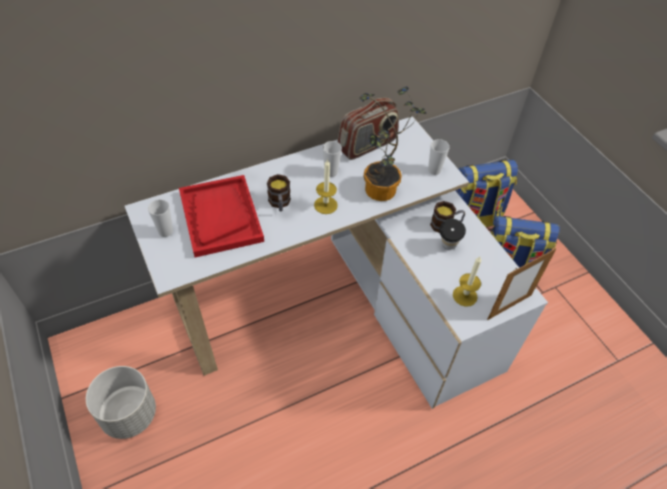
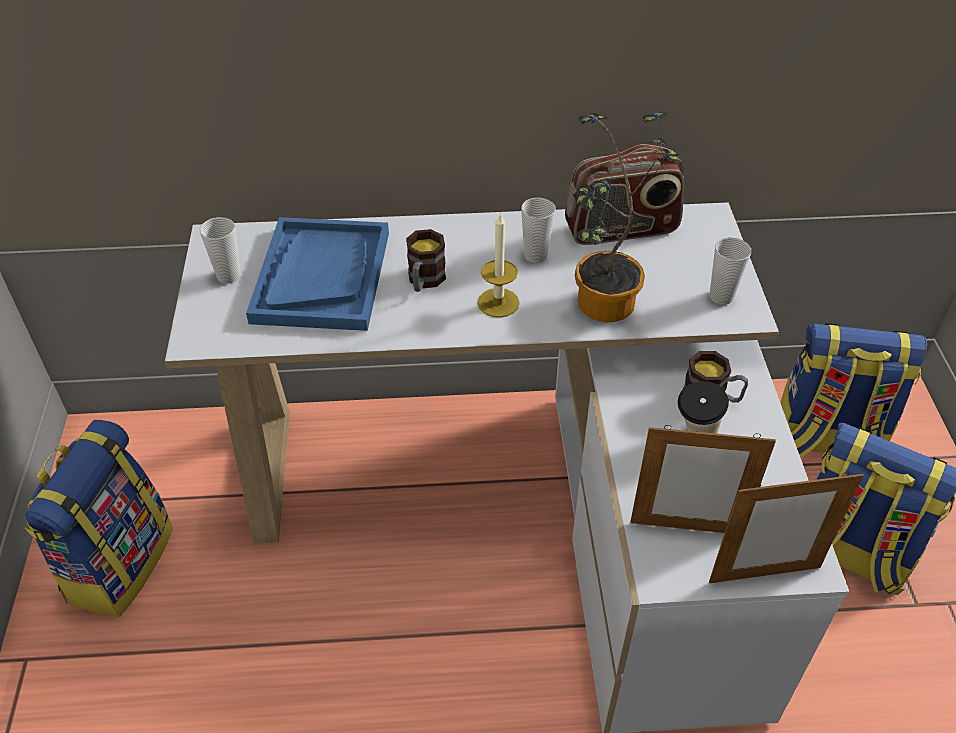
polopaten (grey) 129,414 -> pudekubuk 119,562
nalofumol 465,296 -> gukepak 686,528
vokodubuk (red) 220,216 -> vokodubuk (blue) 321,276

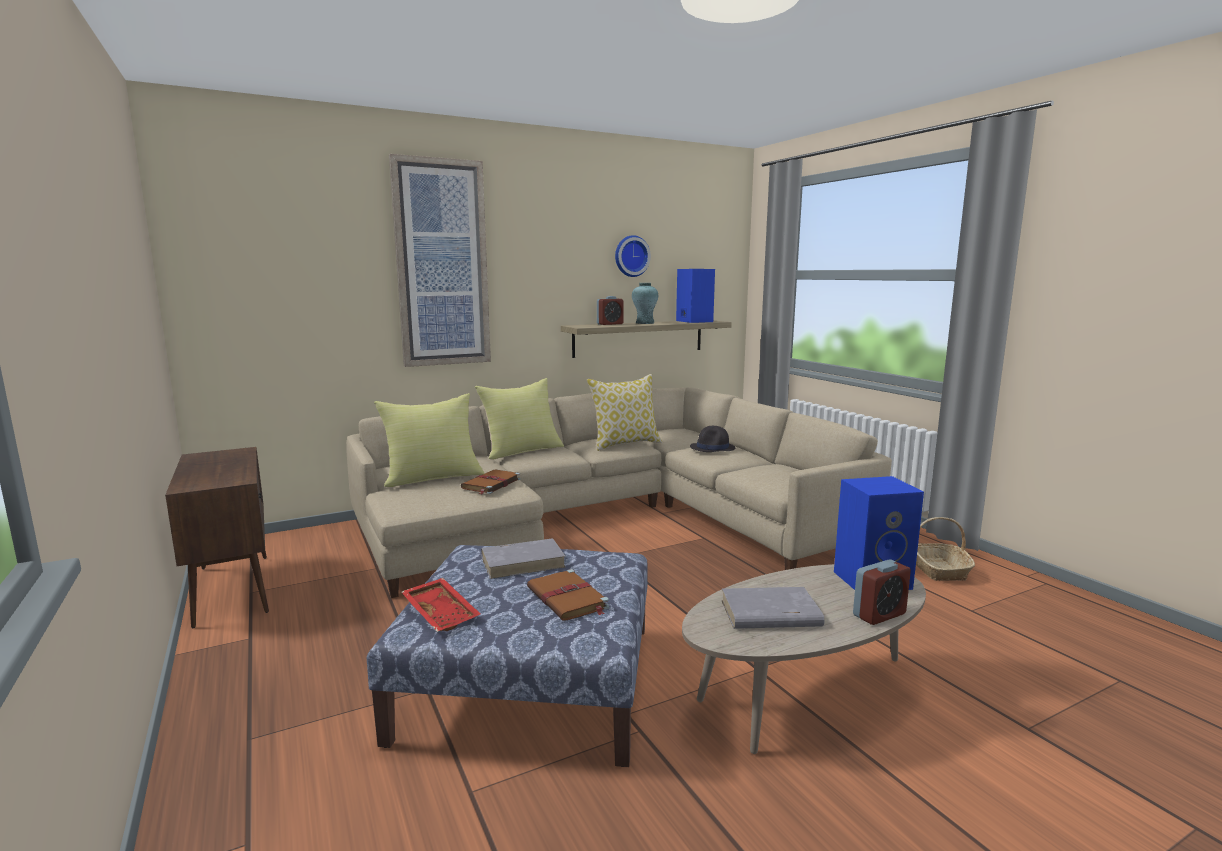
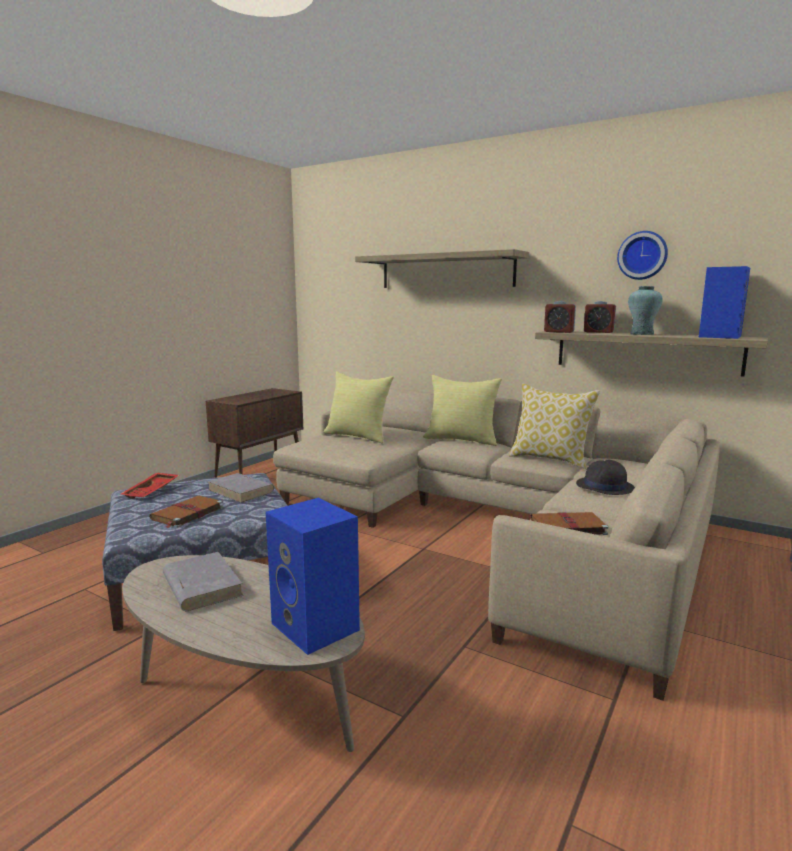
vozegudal 937,569 -> none
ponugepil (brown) 490,484 -> ponugepil (brown) 566,527, moved
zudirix 879,614 -> zudirix 558,332, moved
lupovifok 442,264 -> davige 446,271

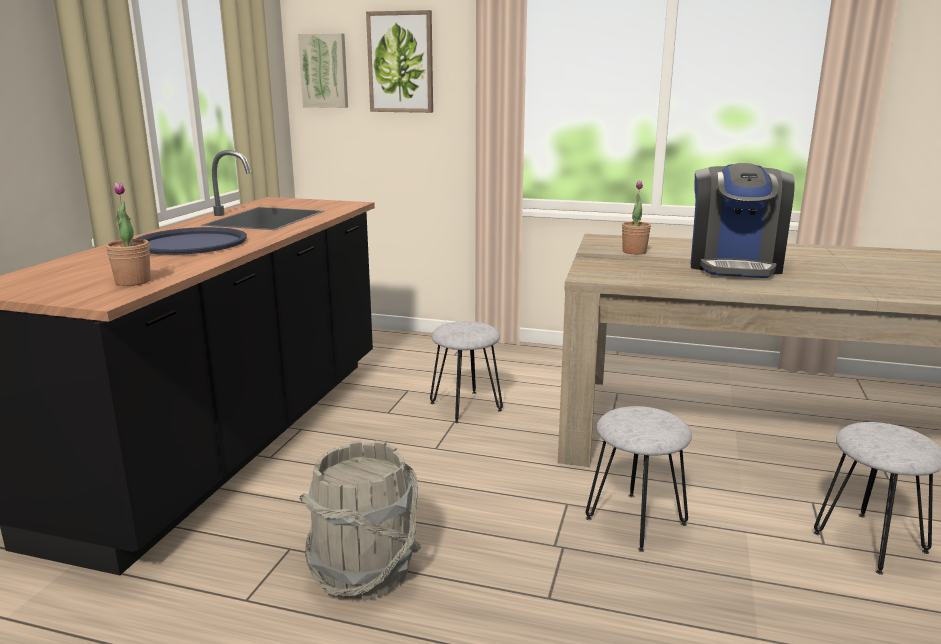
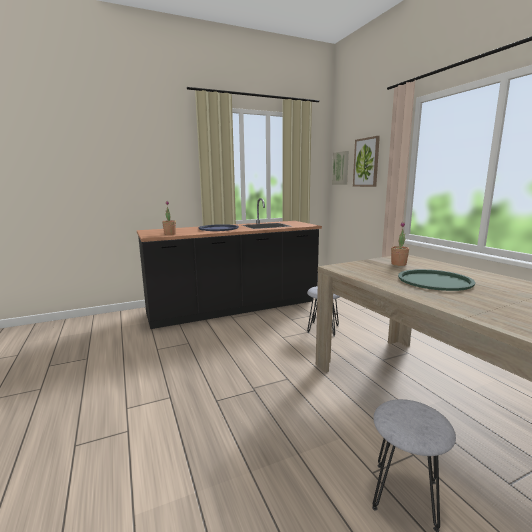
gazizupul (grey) 365,571 -> none
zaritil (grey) 635,521 -> none
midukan 734,265 -> vokodubuk (green) 434,281

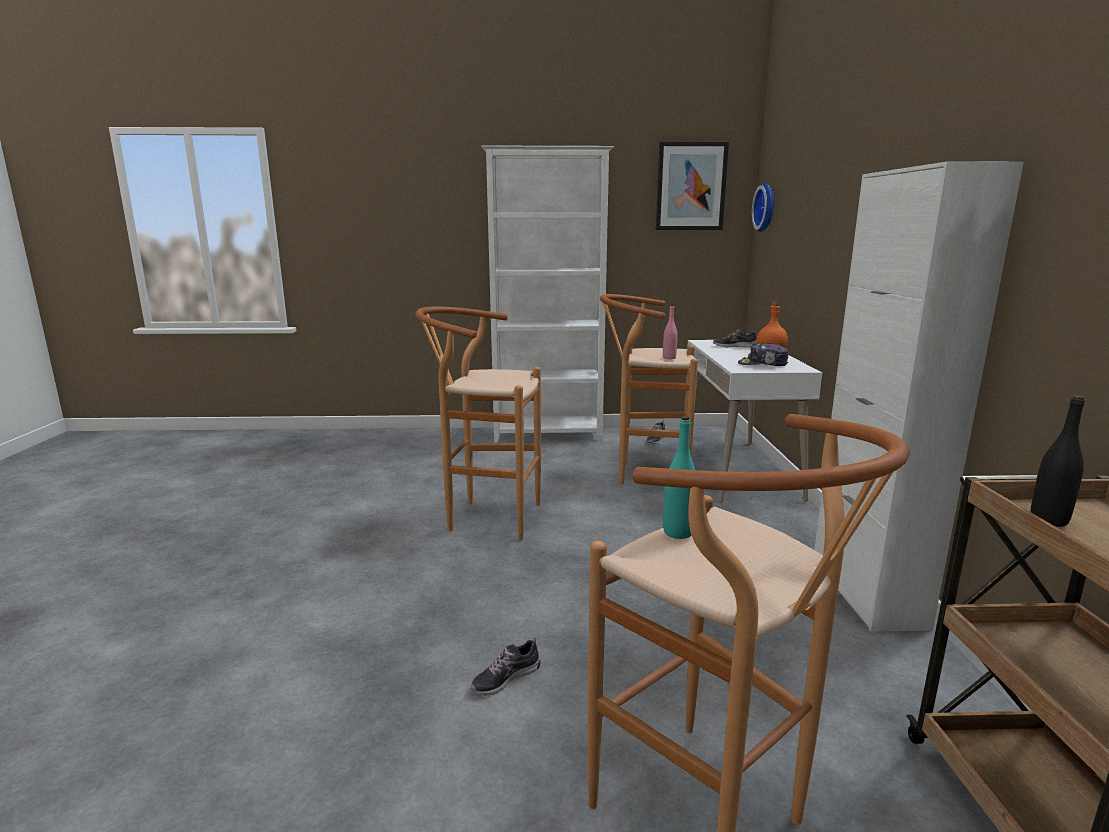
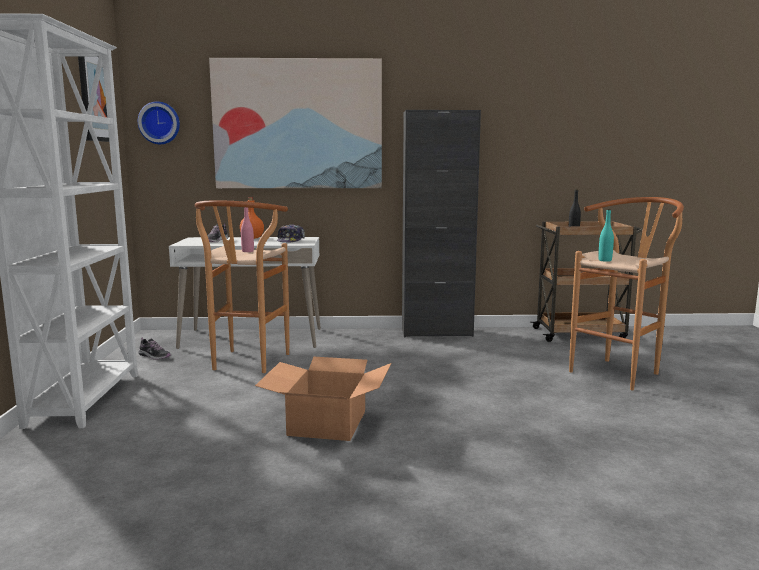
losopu 505,678 -> none
none -> lupovifok 298,124
zaritil (brown) 485,517 -> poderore 326,423
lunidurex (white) 867,592 -> lunidurex (black) 437,332

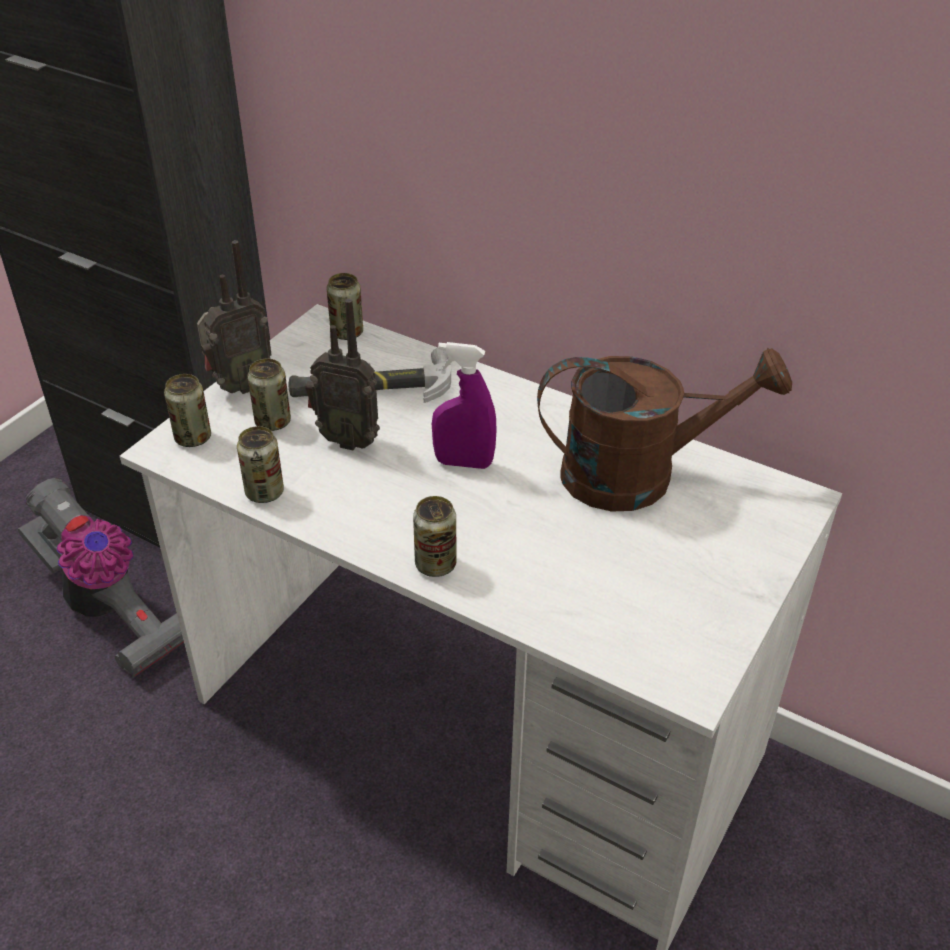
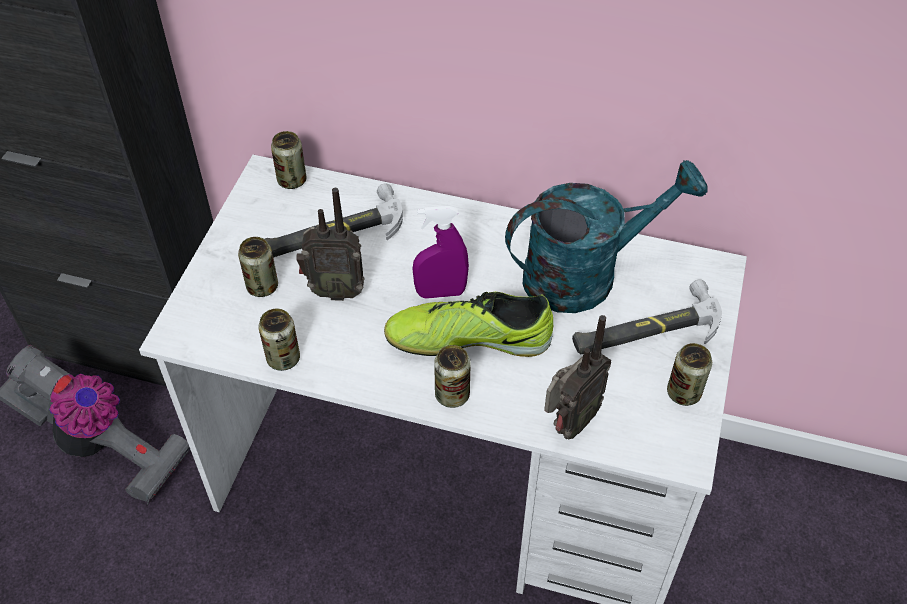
none -> losopu 469,339
none -> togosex 645,329
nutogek 193,438 -> nutogek 683,393, moved
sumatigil 239,386 -> sumatigil 569,424, moved
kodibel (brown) 638,475 -> kodibel (turquoise) 586,273

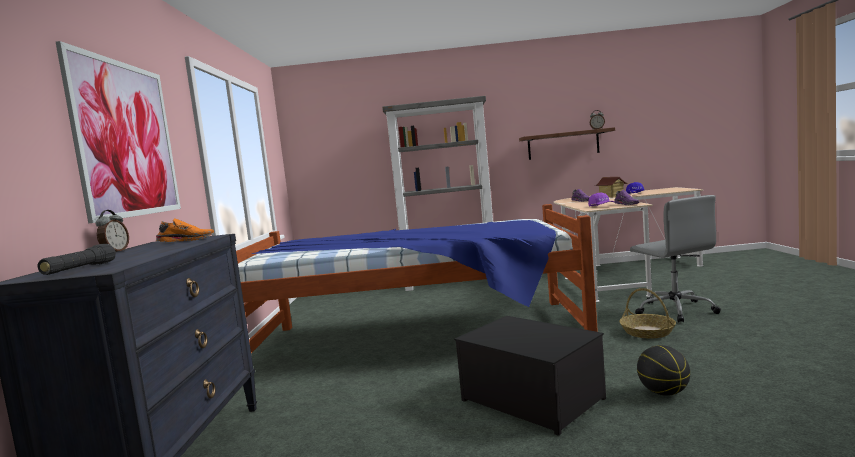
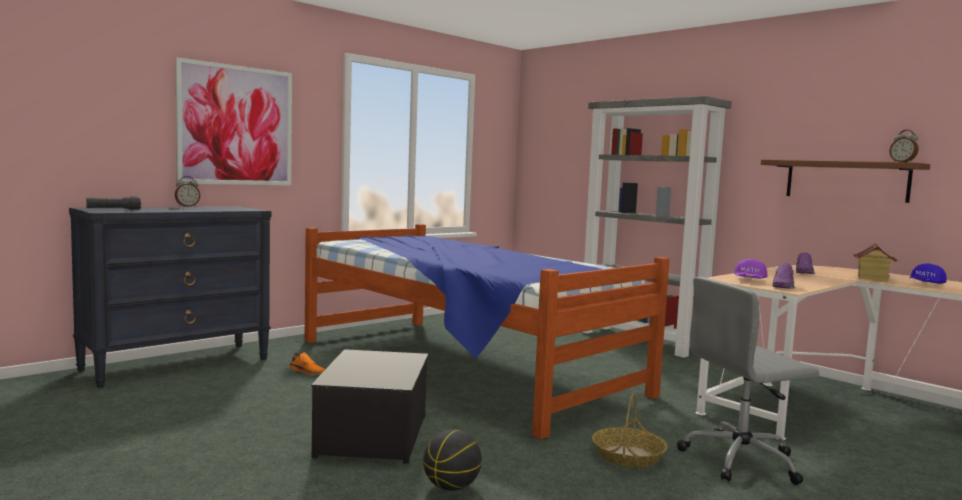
losopu (orange) 186,240 -> losopu (orange) 308,372, moved
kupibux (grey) 674,310 -> kupibux (grey) 742,460, 45 degrees clockwise

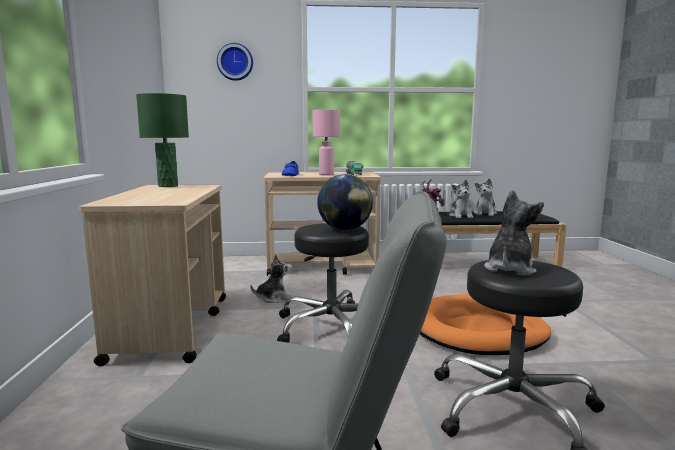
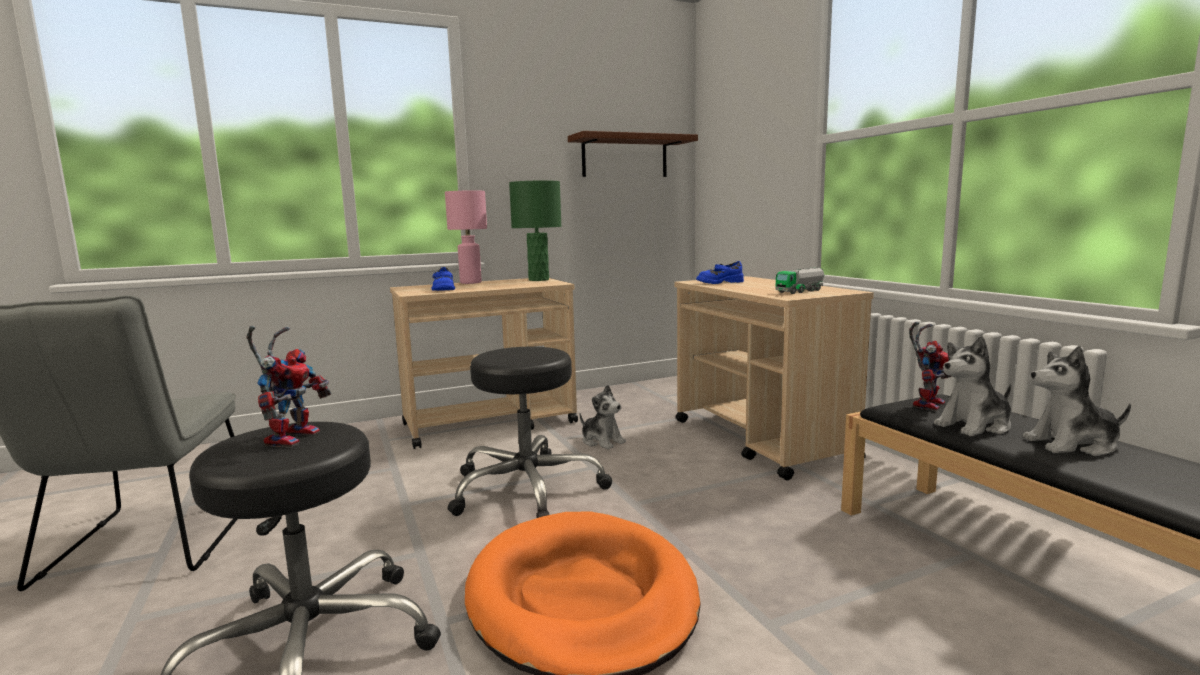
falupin 235,62 -> none
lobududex 345,230 -> none
none -> losopu (blue) 443,289
none -> davige (brown) 625,157
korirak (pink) 326,174 -> korirak (pink) 470,283, moved
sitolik 509,269 -> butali 292,436

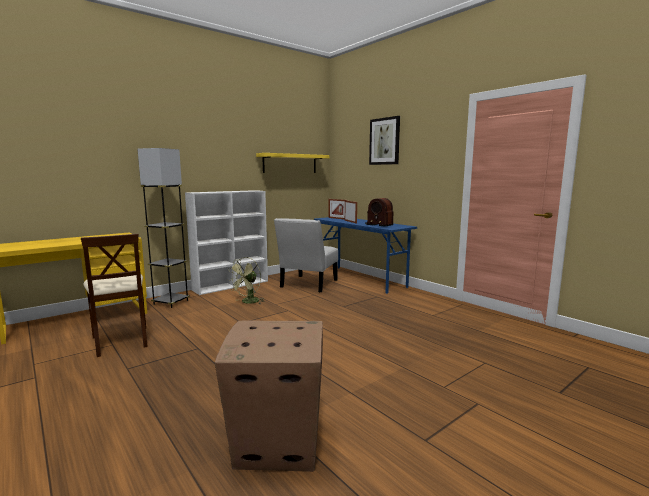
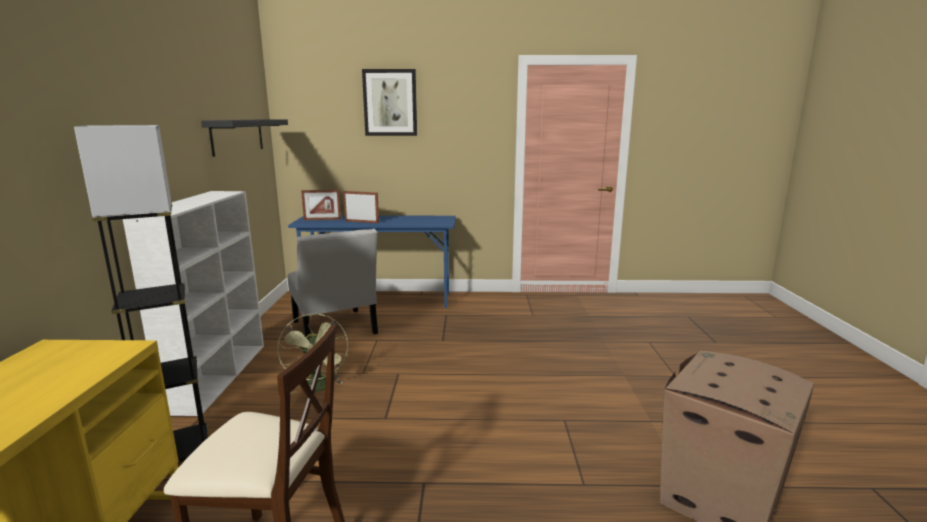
sumatigil 379,224 -> none
davige (yellow) 290,163 -> davige (black) 237,136

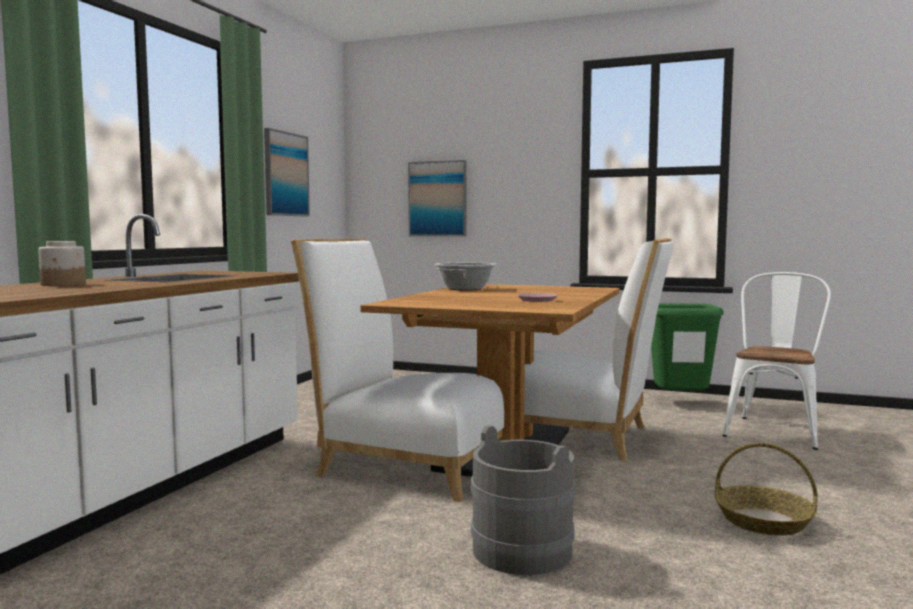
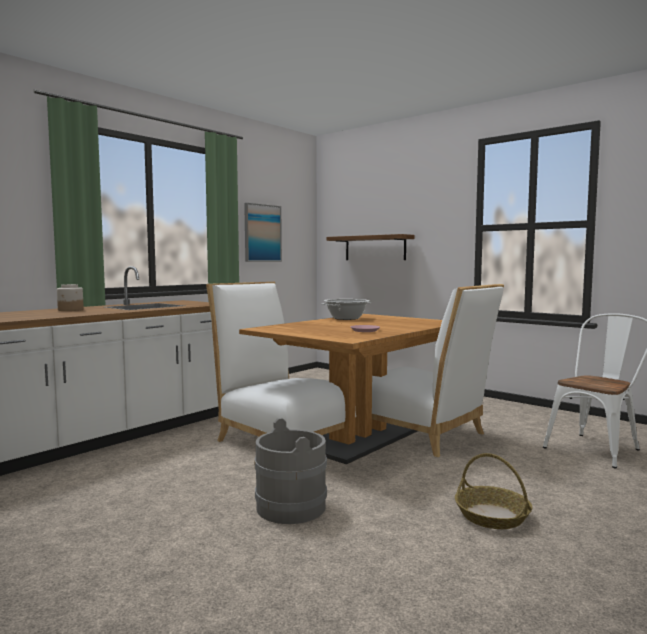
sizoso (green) 679,403 -> none
lupovifok 438,199 -> davige 375,248

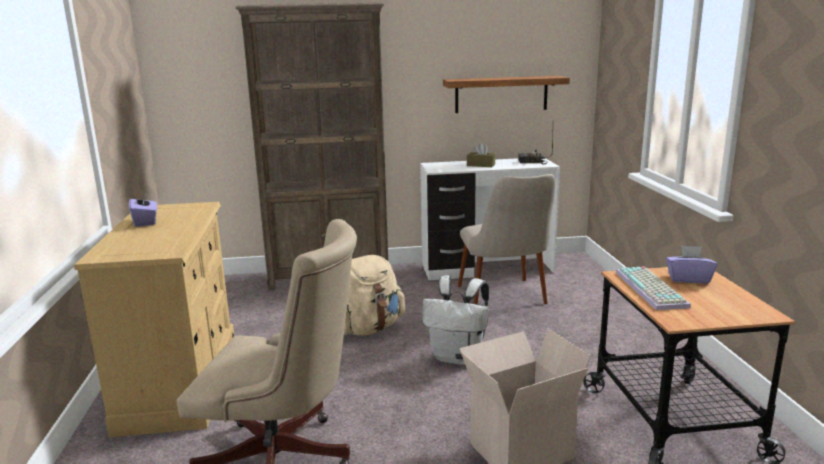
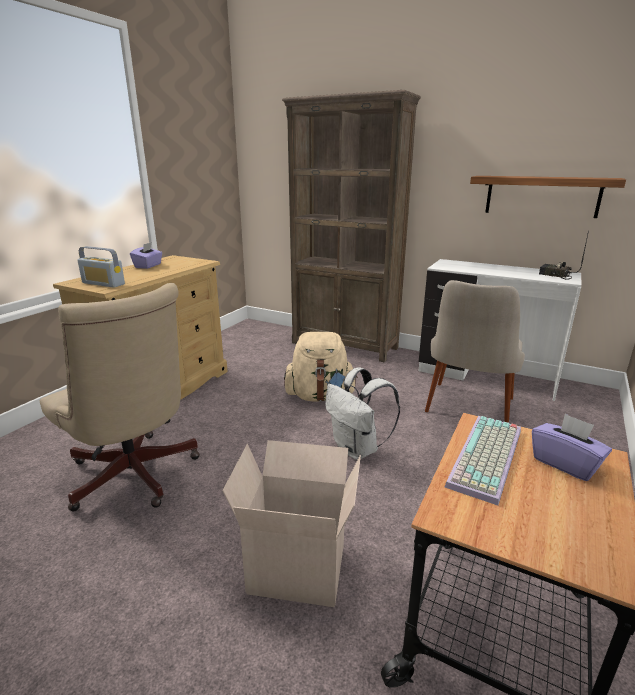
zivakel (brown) 481,165 -> none
none -> sumatigil 103,283

